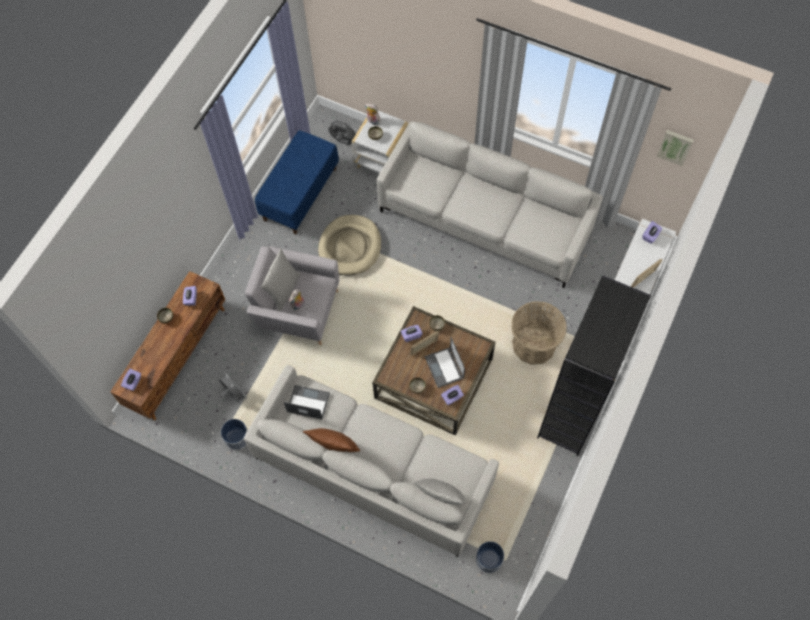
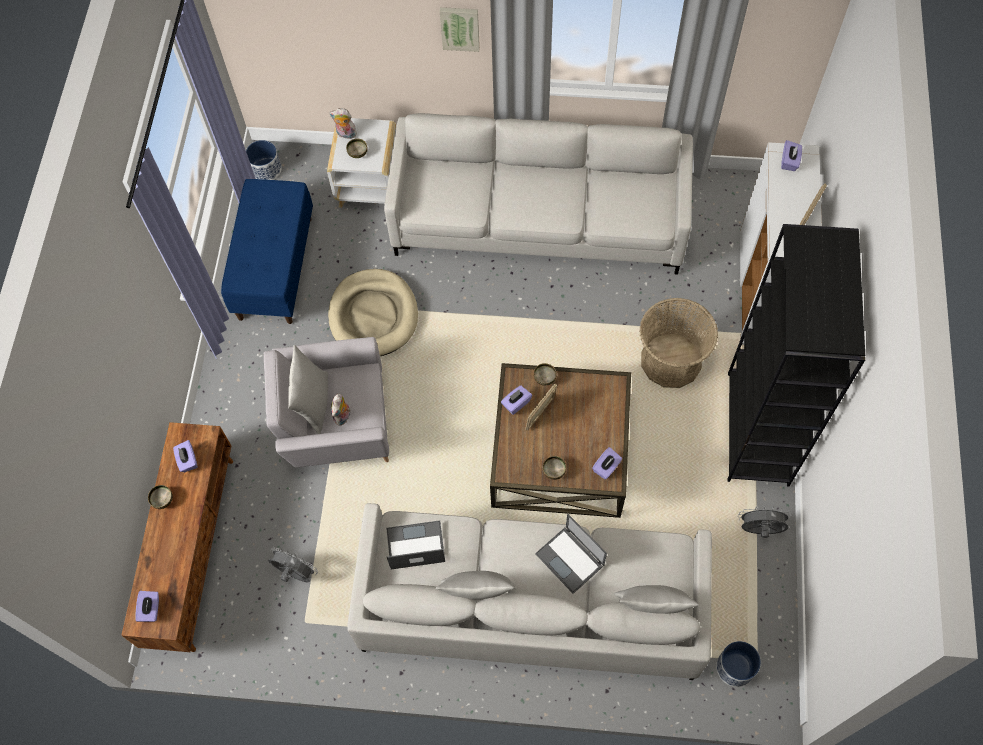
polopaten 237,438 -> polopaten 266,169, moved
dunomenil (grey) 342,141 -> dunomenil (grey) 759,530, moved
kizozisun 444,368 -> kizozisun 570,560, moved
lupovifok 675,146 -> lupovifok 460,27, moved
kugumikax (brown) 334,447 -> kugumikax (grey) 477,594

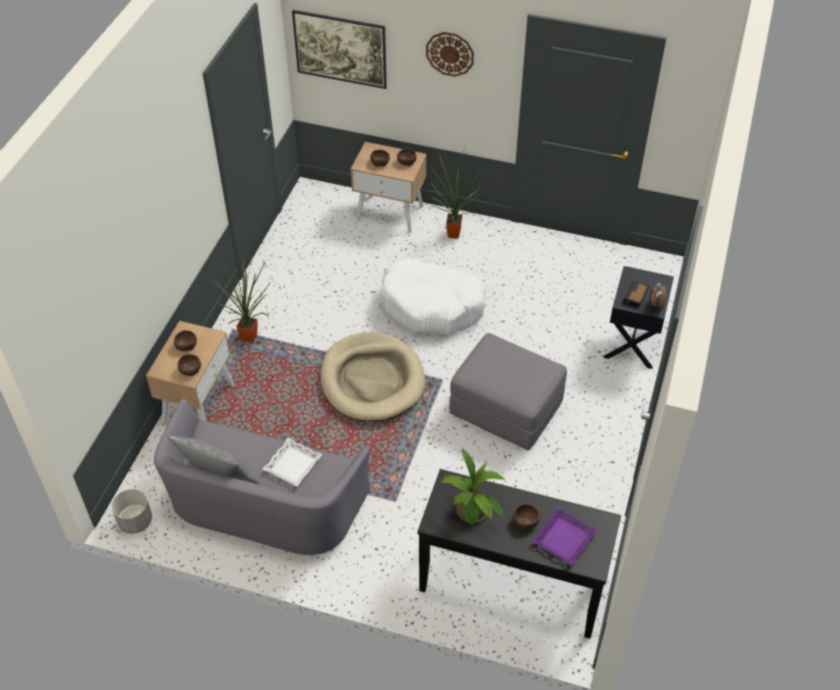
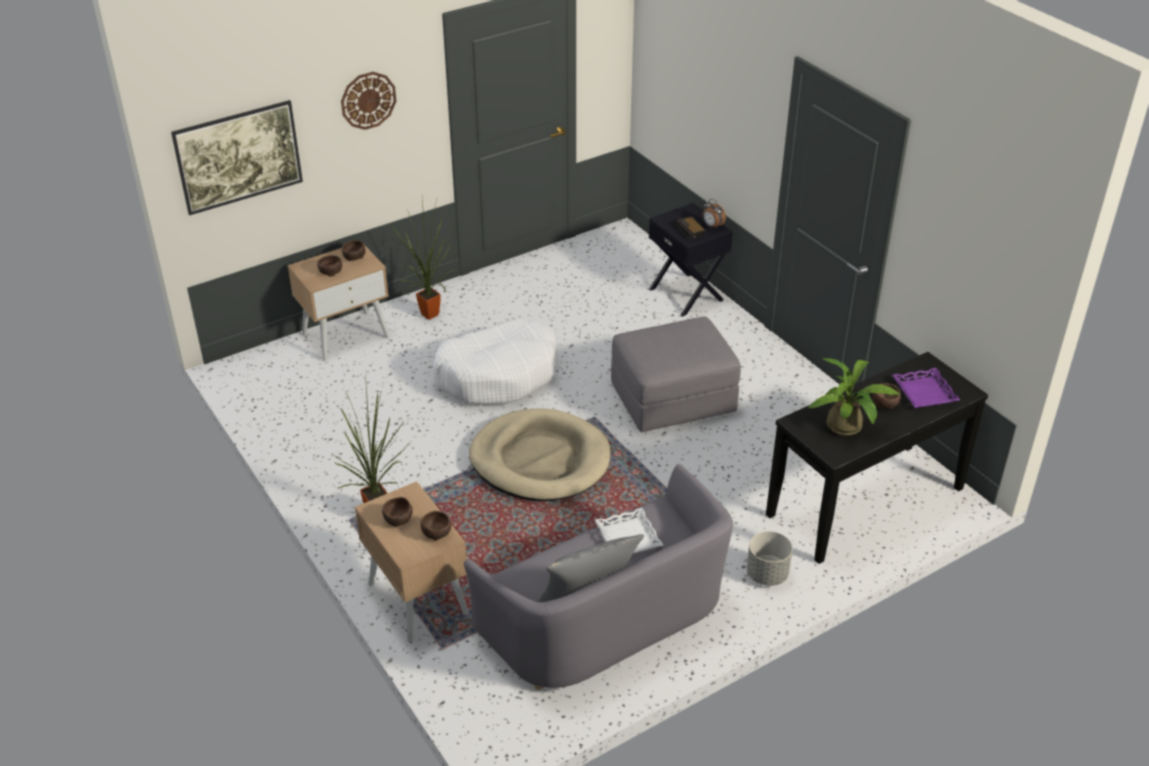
polopaten (grey) 135,521 -> polopaten (grey) 767,574, moved

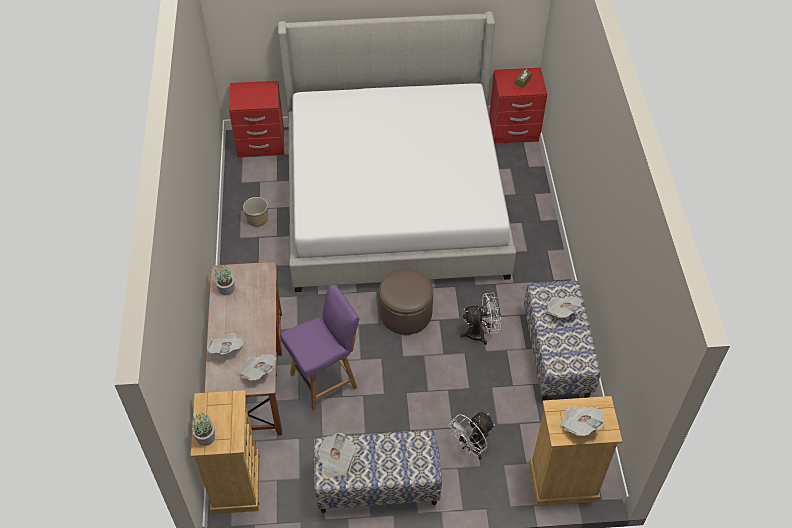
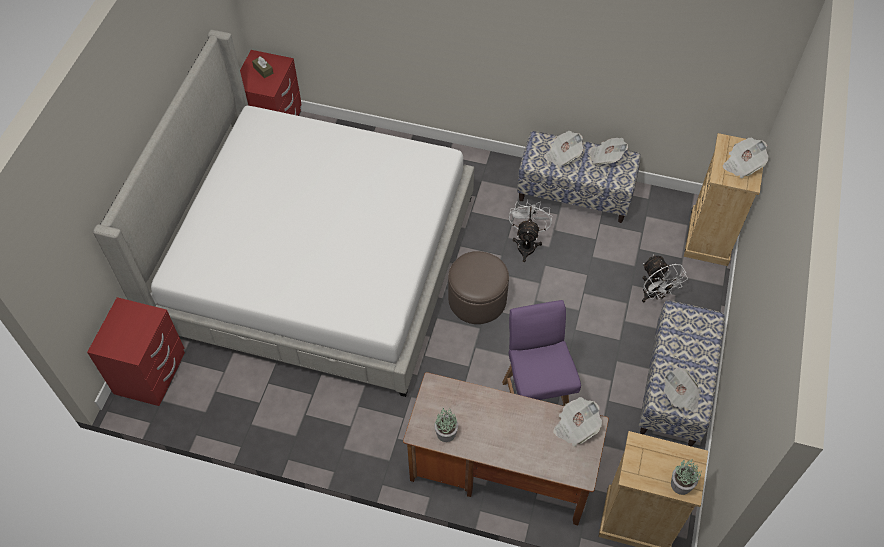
polopaten 258,219 -> none
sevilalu 227,349 -> sevilalu 605,157, moved

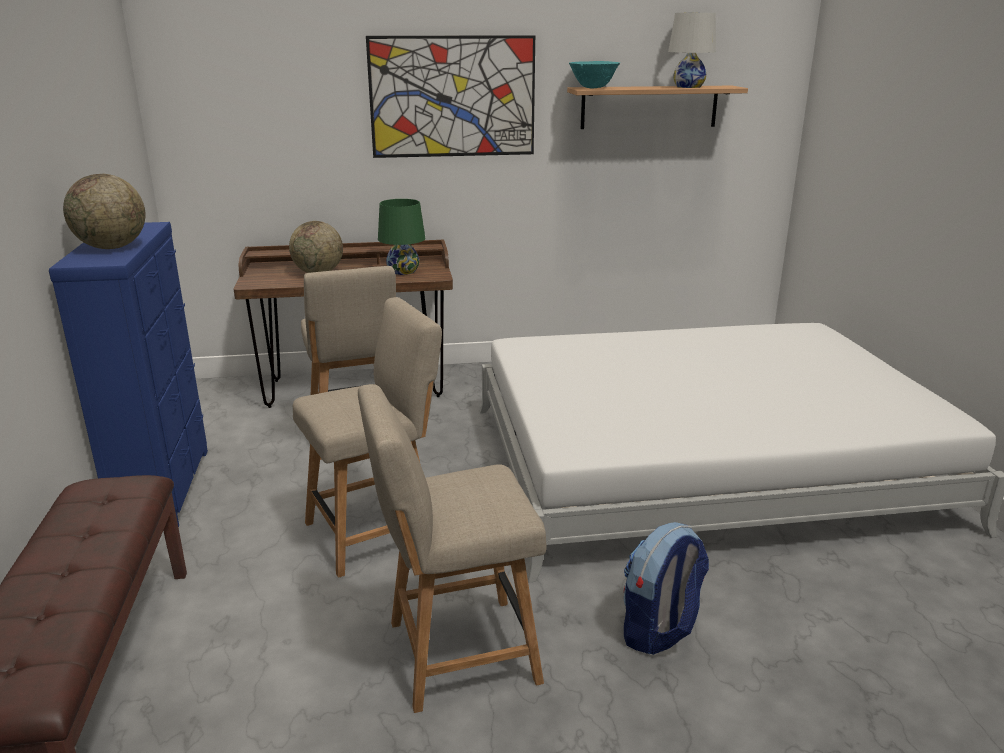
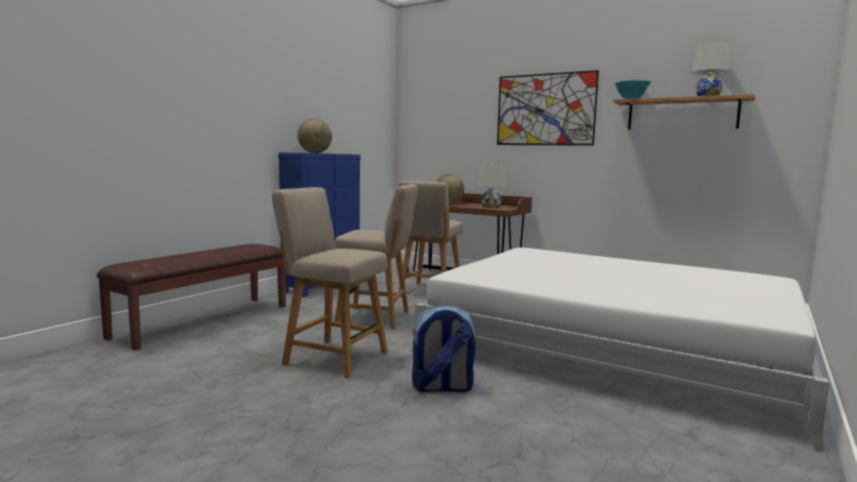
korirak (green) 403,271 -> korirak (white) 491,207

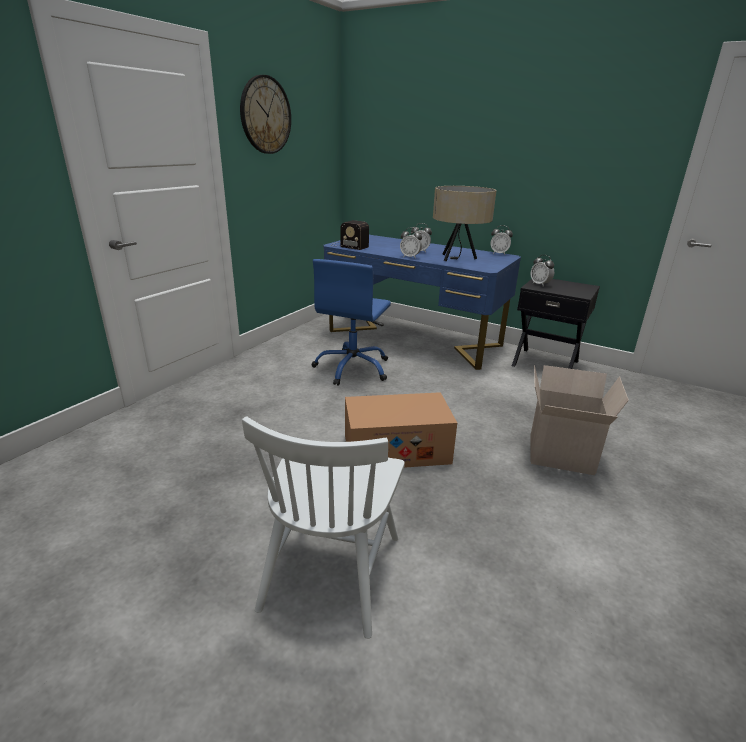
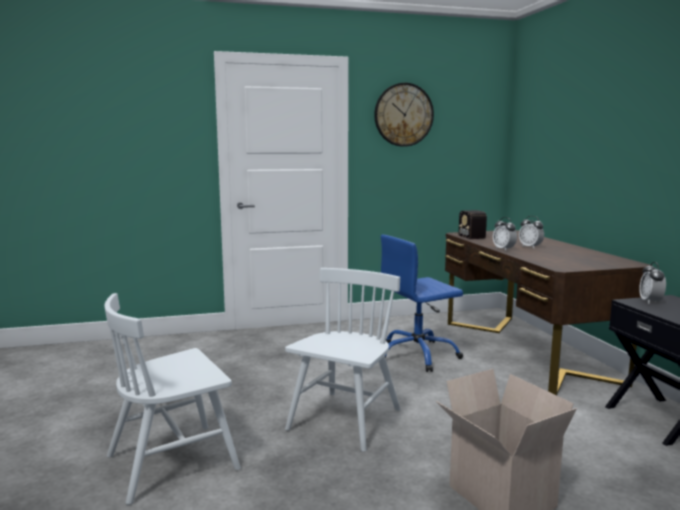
korirak (beige) 458,259 -> none
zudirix 499,253 -> none
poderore 396,449 -> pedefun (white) 345,420
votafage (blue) 413,338 -> votafage (brown) 526,350

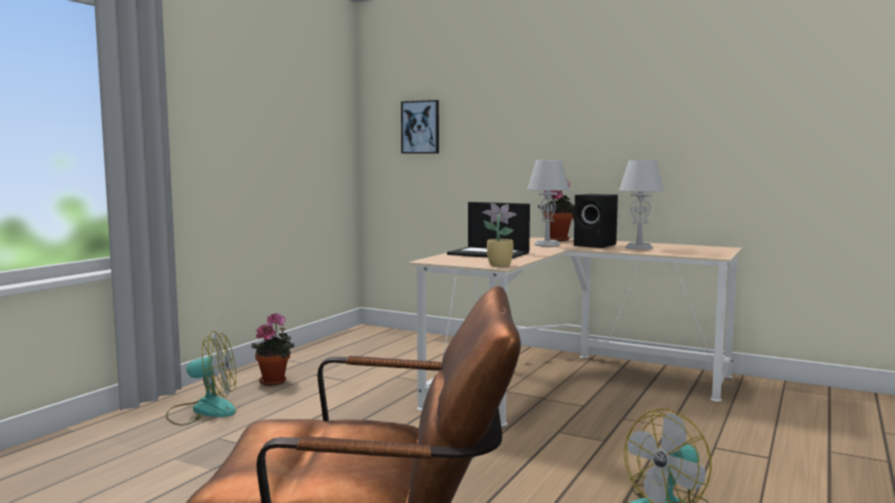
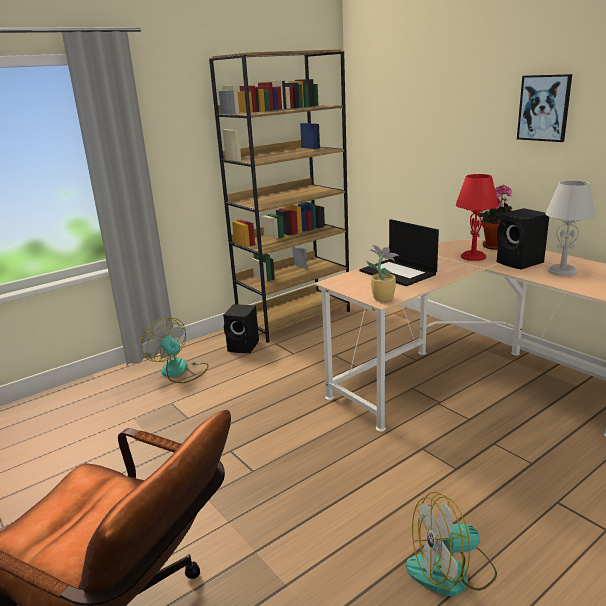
none -> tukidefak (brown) 294,318
lupovifok 420,127 -> lupovifok 544,108, moved
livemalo 275,381 -> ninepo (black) 244,346
korirak (grey) 546,244 -> korirak (red) 473,256
dunomenil 203,410 -> dunomenil 179,371, 150 degrees counterclockwise

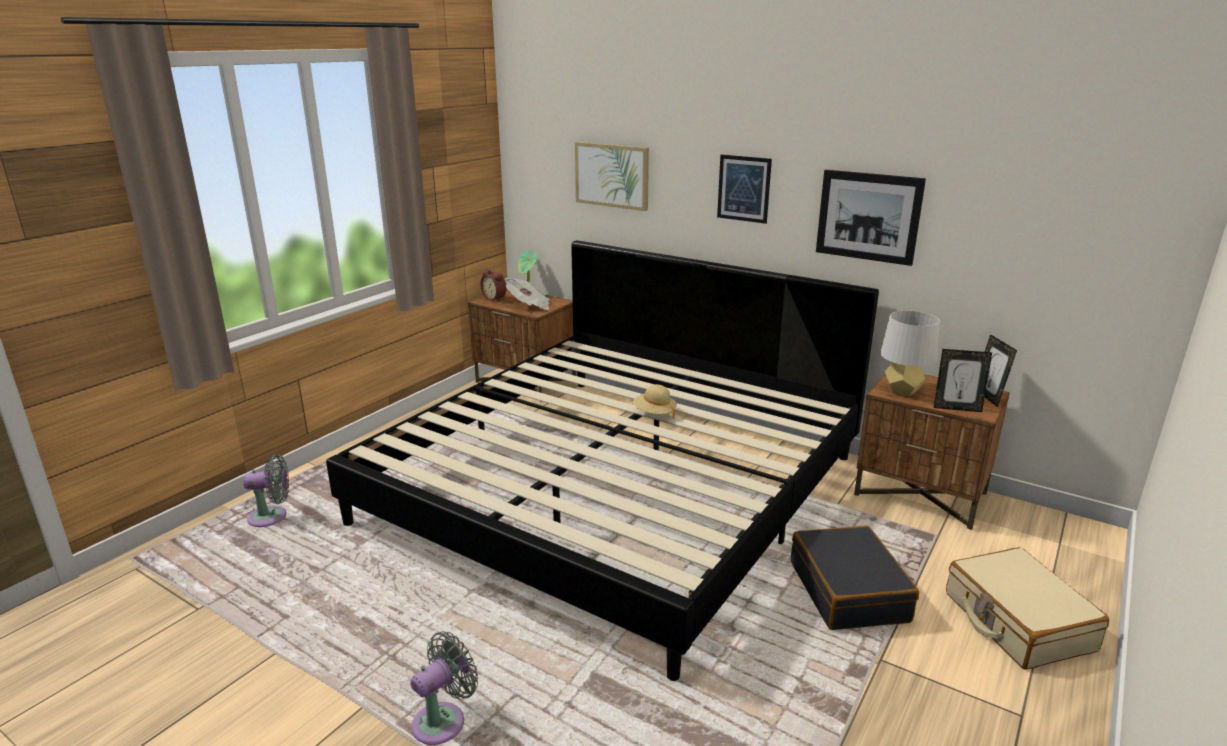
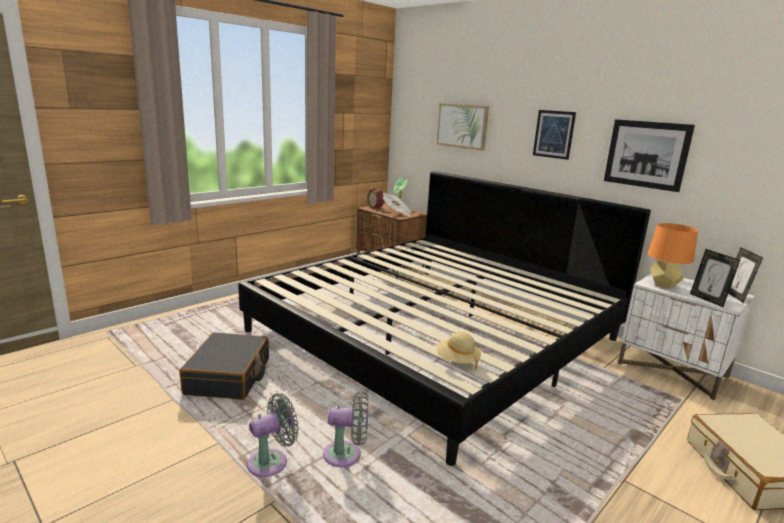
dunomenil (grey) 272,517 -> dunomenil (grey) 346,455, moved
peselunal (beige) 654,413 -> peselunal (beige) 457,361, moved
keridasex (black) 849,591 -> keridasex (black) 229,377, moved
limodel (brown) 921,494 -> limodel (white) 673,371
korirak (grey) 902,391 -> korirak (orange) 663,285
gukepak 957,408 -> gukepak 708,300, 45 degrees clockwise

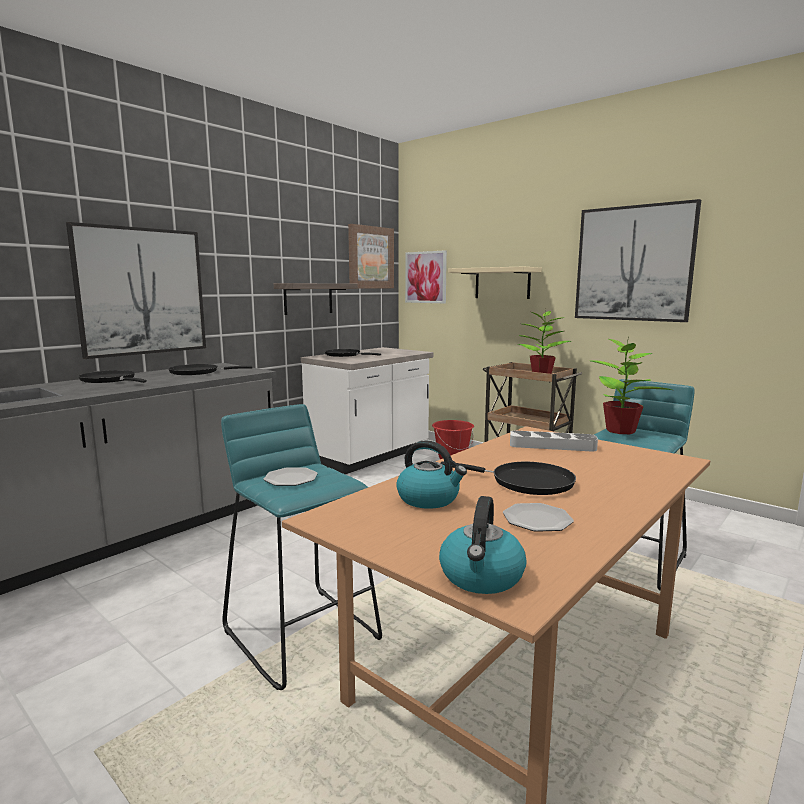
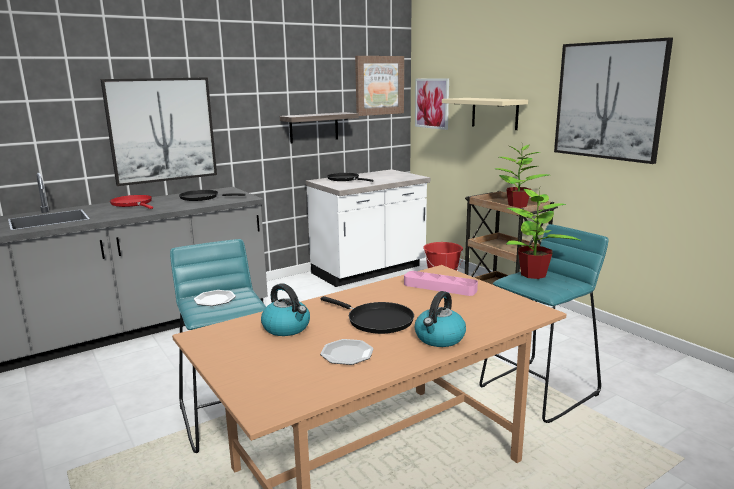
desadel 481,577 -> desadel 439,338, moved
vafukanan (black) 110,380 -> vafukanan (red) 133,204
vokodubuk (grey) 552,446 -> vokodubuk (pink) 440,287

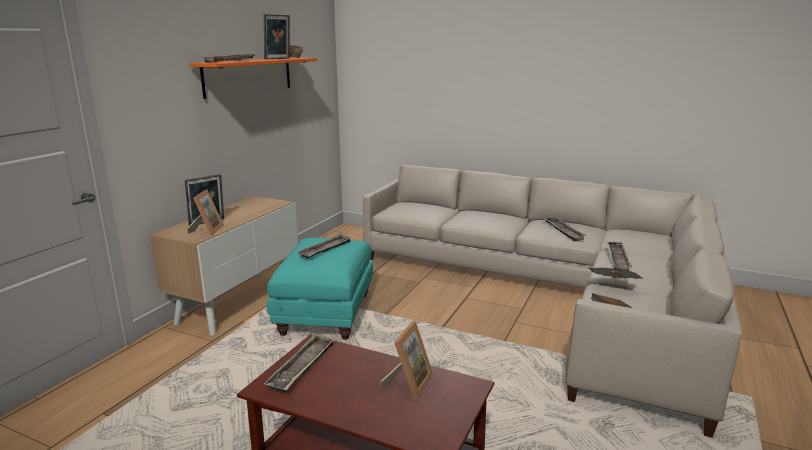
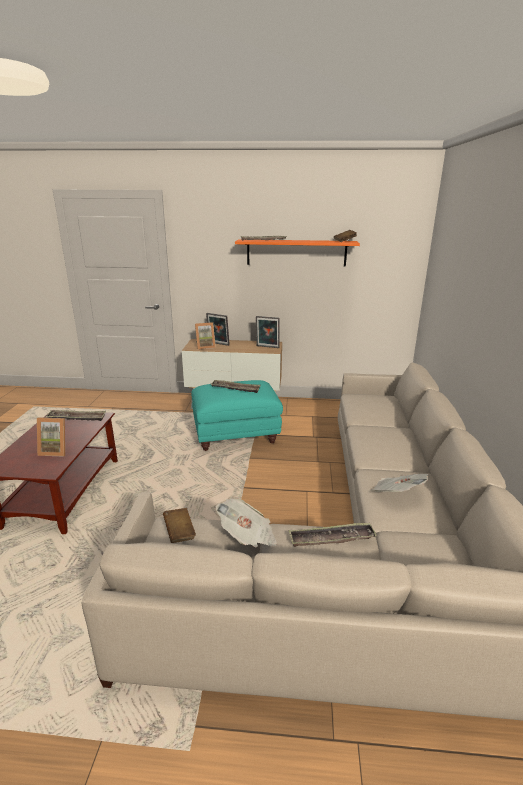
gukepak 278,59 -> gukepak 267,347, moved
vokodubuk 563,231 -> sevilalu 397,494

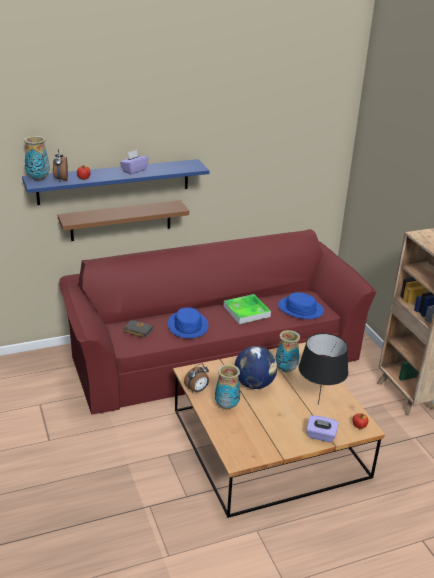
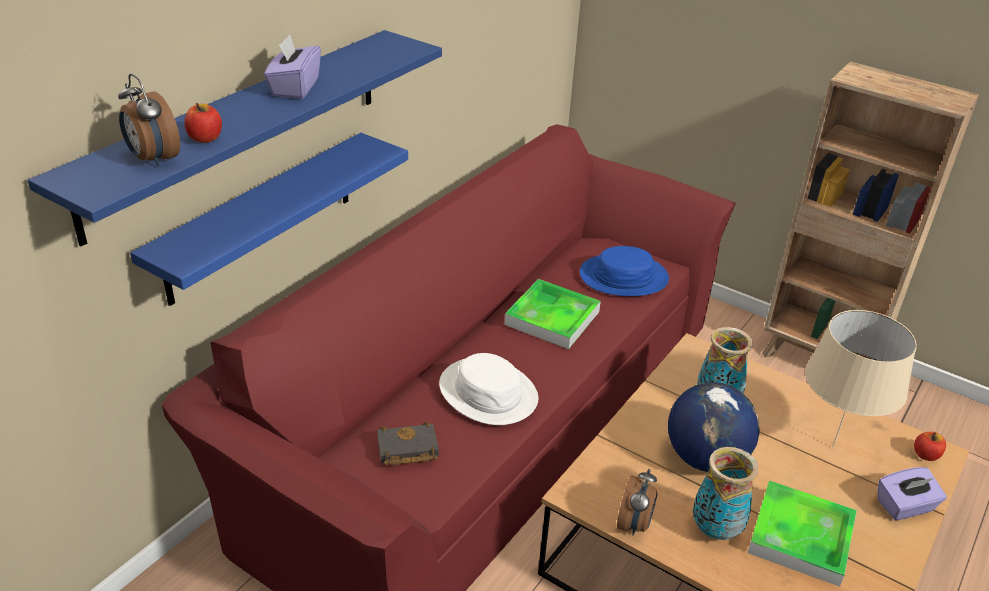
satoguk 38,179 -> none
none -> vokodubuk 800,537
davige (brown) 121,220 -> davige (blue) 261,217
peselunal (blue) 188,325 -> peselunal (white) 488,392
korirak (black) 318,404 -> korirak (beige) 833,446

